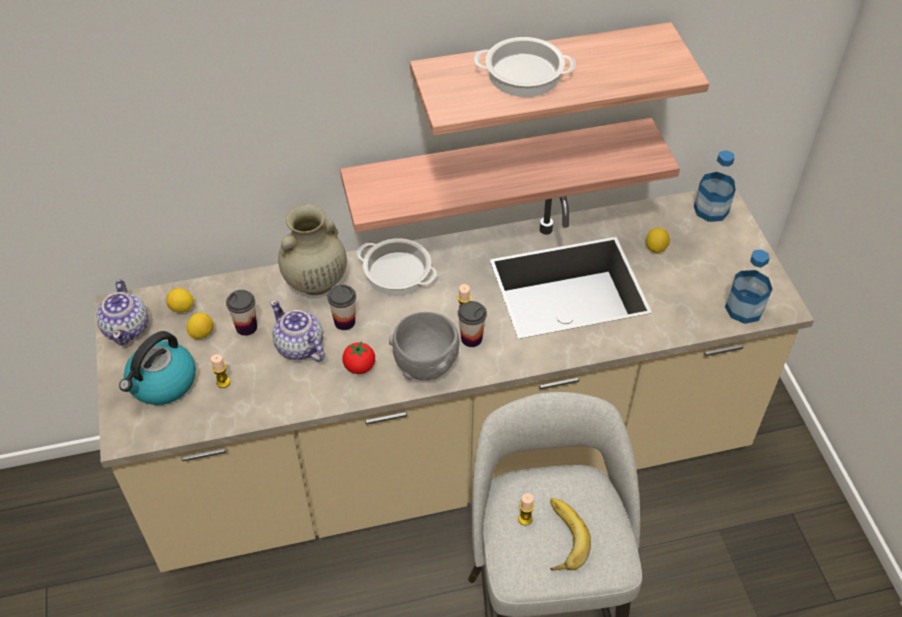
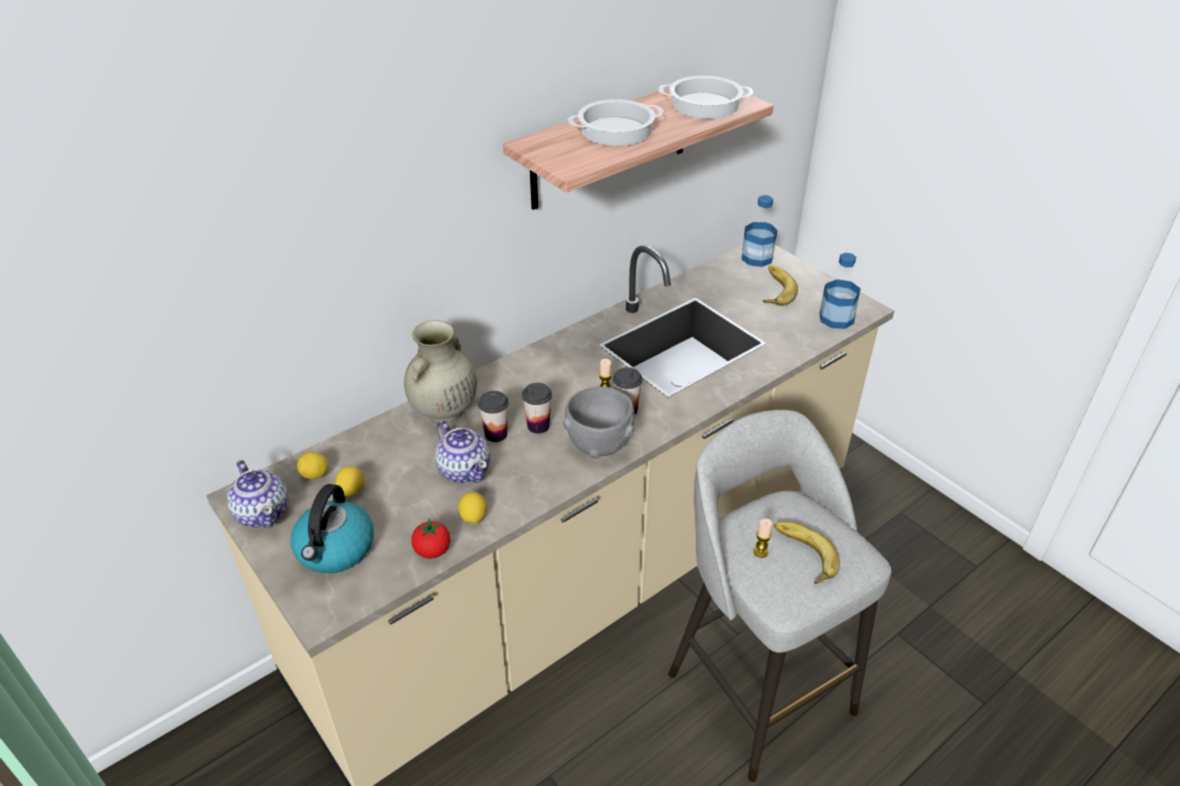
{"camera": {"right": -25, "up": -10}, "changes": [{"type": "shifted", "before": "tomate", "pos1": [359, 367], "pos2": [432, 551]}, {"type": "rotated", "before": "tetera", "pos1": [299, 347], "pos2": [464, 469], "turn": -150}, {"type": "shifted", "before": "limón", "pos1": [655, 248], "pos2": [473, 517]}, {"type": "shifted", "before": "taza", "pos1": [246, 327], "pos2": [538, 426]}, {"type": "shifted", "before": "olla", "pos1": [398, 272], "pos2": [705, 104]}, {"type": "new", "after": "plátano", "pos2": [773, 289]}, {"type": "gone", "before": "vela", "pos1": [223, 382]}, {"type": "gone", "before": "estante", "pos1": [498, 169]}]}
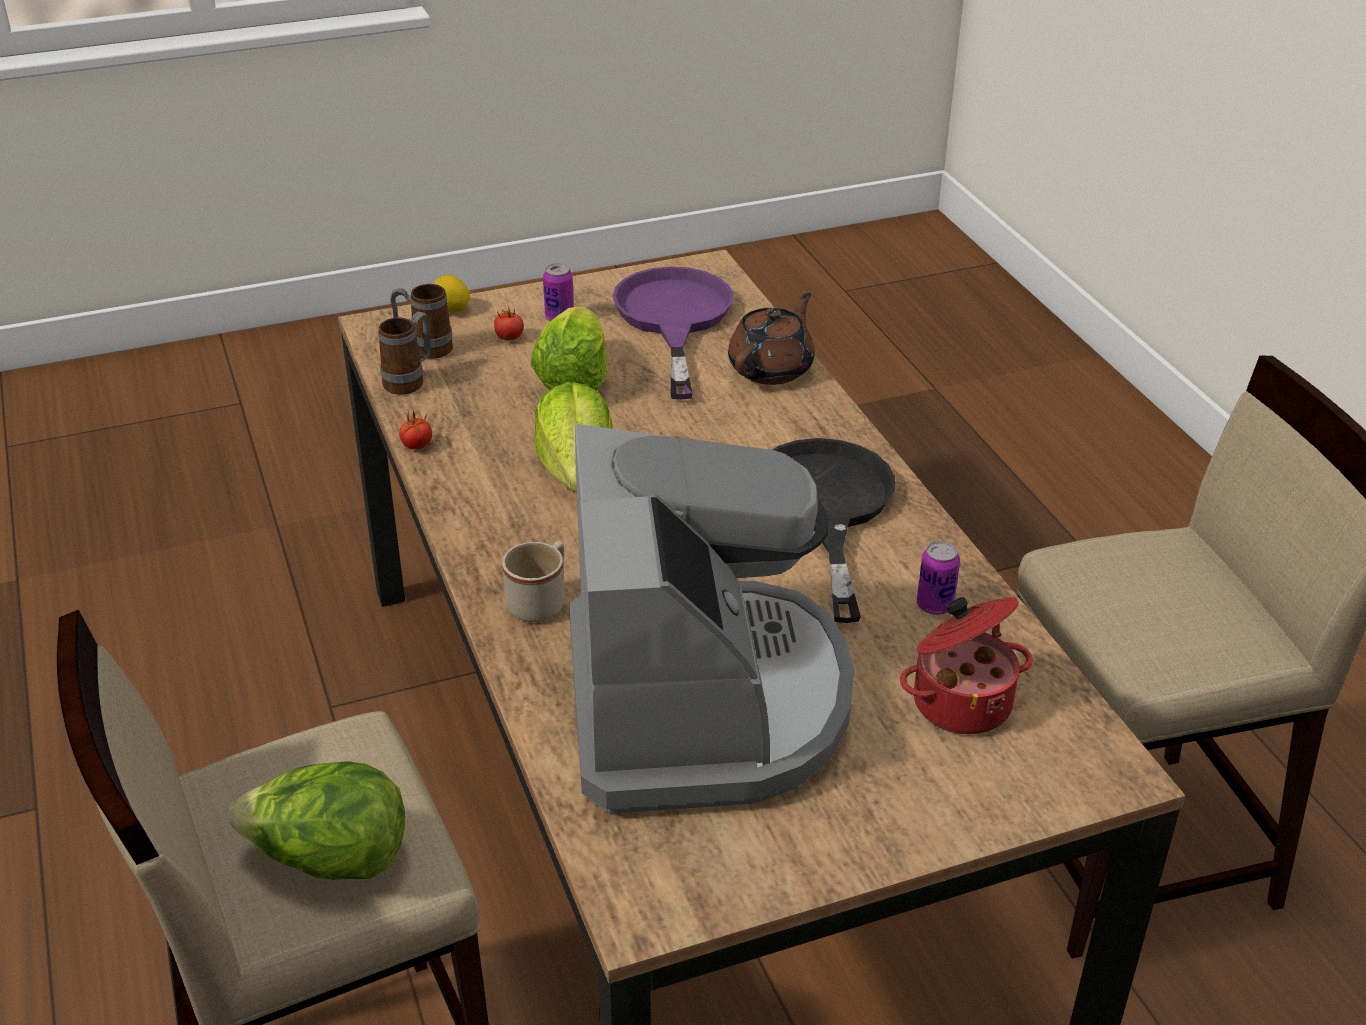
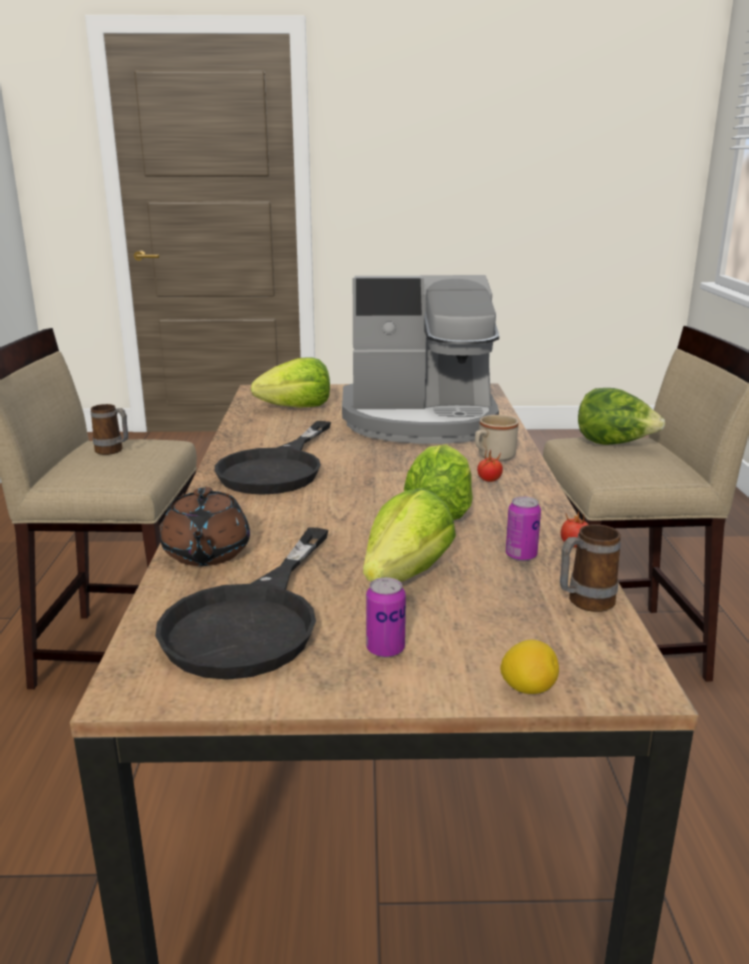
{"camera": {"right": -160, "up": -15}, "changes": [{"type": "shifted", "before": "taza grande", "pos1": [424, 348], "pos2": [113, 451]}, {"type": "repainted", "before": "sartén (morado)", "after": "sartén (negro)", "pos1": [673, 320], "pos2": [252, 620]}, {"type": "rotated", "before": "tetera (marrón)", "pos1": [772, 368], "pos2": [206, 554], "turn": -60}, {"type": "swapped", "before": "olla", "after": "lechuga", "pos1": [960, 701], "pos2": [296, 408]}, {"type": "rotated", "before": "cafetera", "pos1": [703, 702], "pos2": [420, 420], "turn": -105}, {"type": "shifted", "before": "tomate", "pos1": [509, 337], "pos2": [489, 480]}, {"type": "shifted", "before": "lata", "pos1": [934, 605], "pos2": [521, 556]}]}
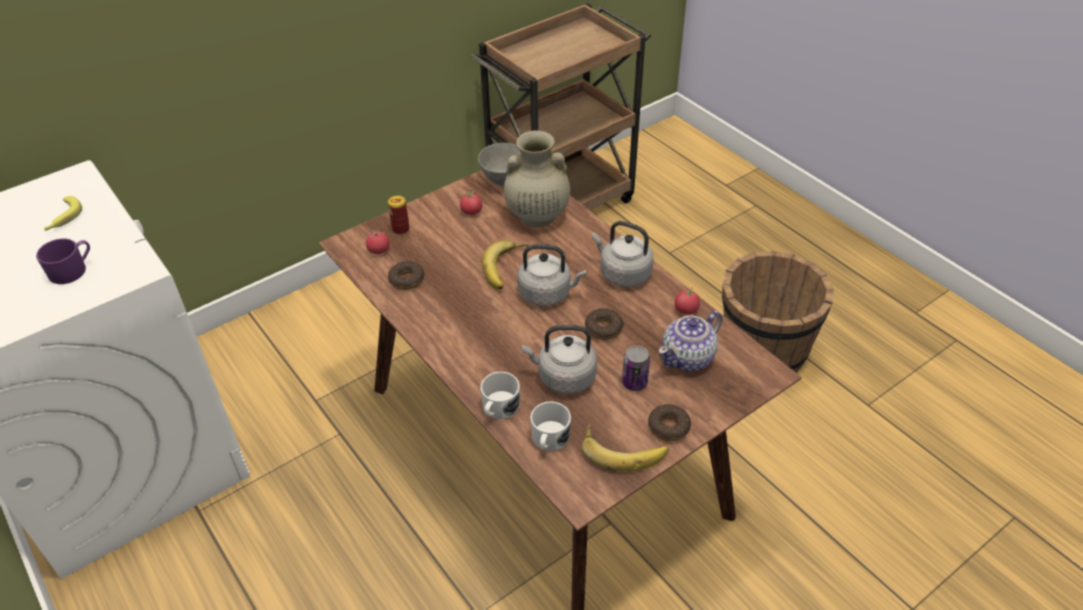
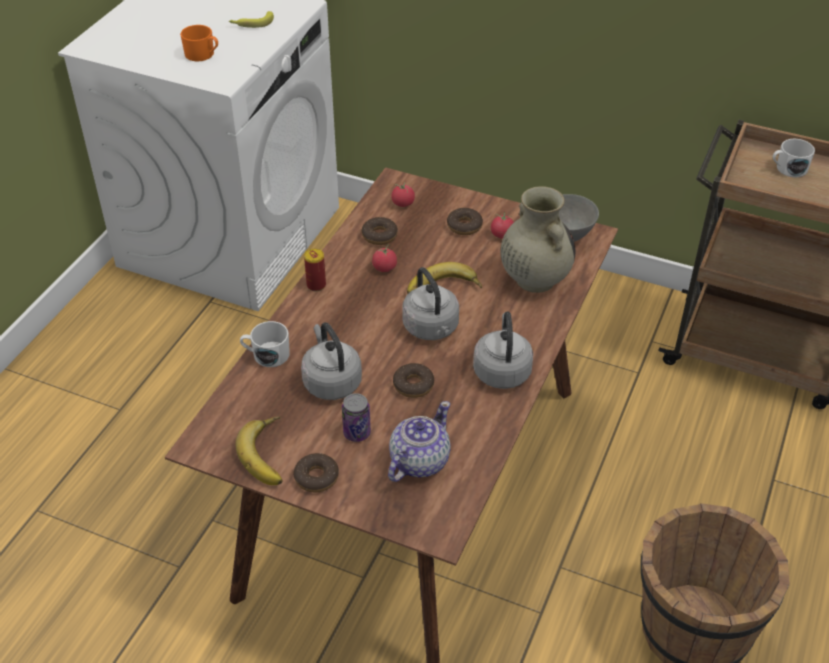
{"camera": {"right": 60, "up": 0}, "changes": [{"type": "repainted", "before": "taza grande (morado)", "after": "taza grande (naranja)", "pos1": [72, 270], "pos2": [203, 54]}, {"type": "shifted", "before": "lata", "pos1": [401, 229], "pos2": [316, 285]}, {"type": "shifted", "before": "tomate", "pos1": [686, 309], "pos2": [384, 268]}, {"type": "rotated", "before": "tetera", "pos1": [688, 357], "pos2": [418, 461], "turn": 105}, {"type": "new", "after": "rosquilla", "pos2": [464, 226]}, {"type": "shifted", "before": "taza grande (blanco)", "pos1": [549, 440], "pos2": [788, 169]}]}
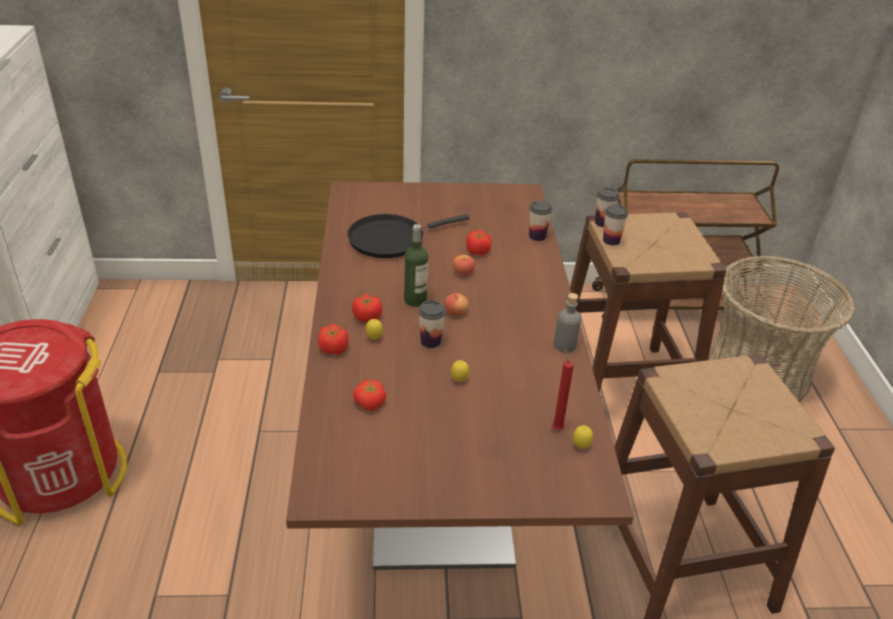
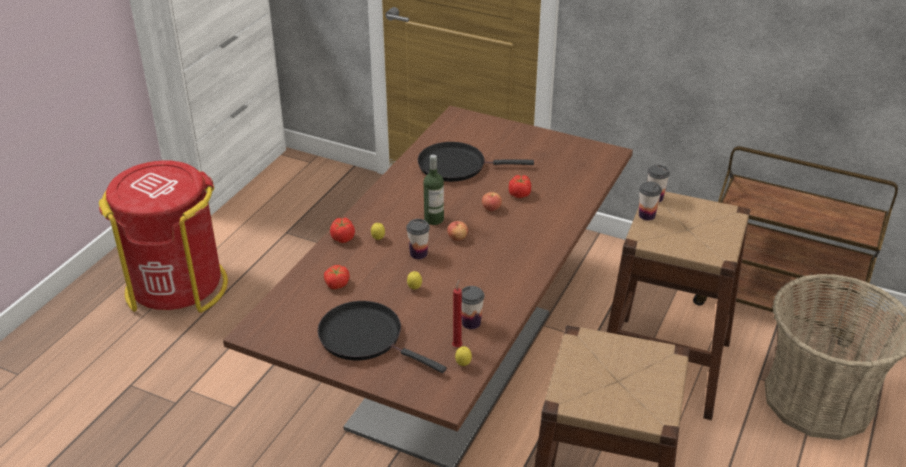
{"camera": {"right": 30, "up": 0}, "changes": [{"type": "new", "after": "sartén (negro)", "pos2": [365, 337]}, {"type": "shifted", "before": "taza", "pos1": [537, 236], "pos2": [471, 323]}, {"type": "gone", "before": "tomate", "pos1": [367, 317]}, {"type": "gone", "before": "botella (gris)", "pos1": [564, 345]}]}
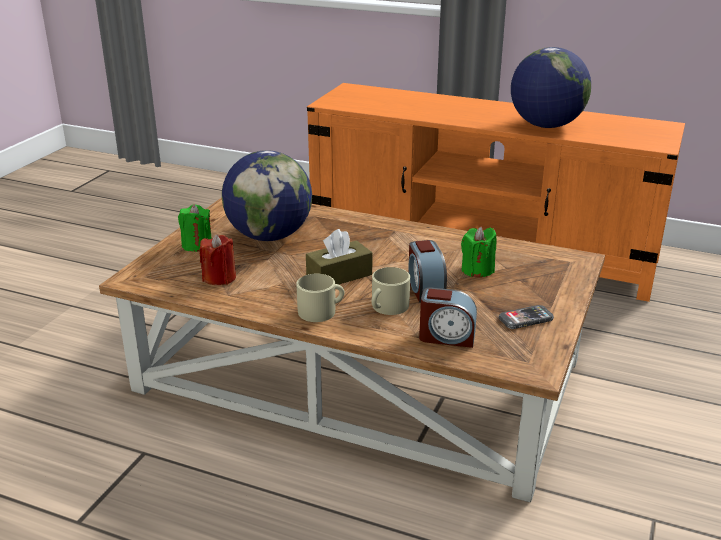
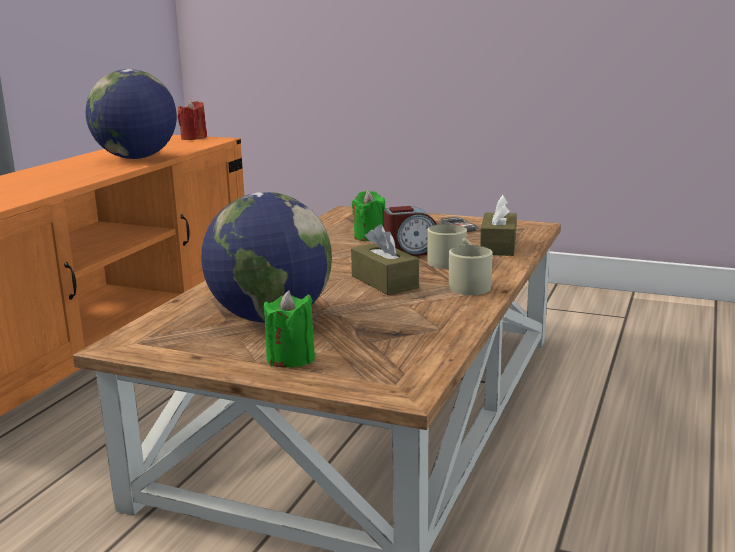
{"camera": {"right": -90, "up": -10}, "changes": [{"type": "shifted", "before": "vela (rojo)", "pos1": [219, 278], "pos2": [194, 138]}, {"type": "swapped", "before": "despertador", "after": "caja de pañuelos (marrón)", "pos1": [447, 337], "pos2": [498, 246]}]}
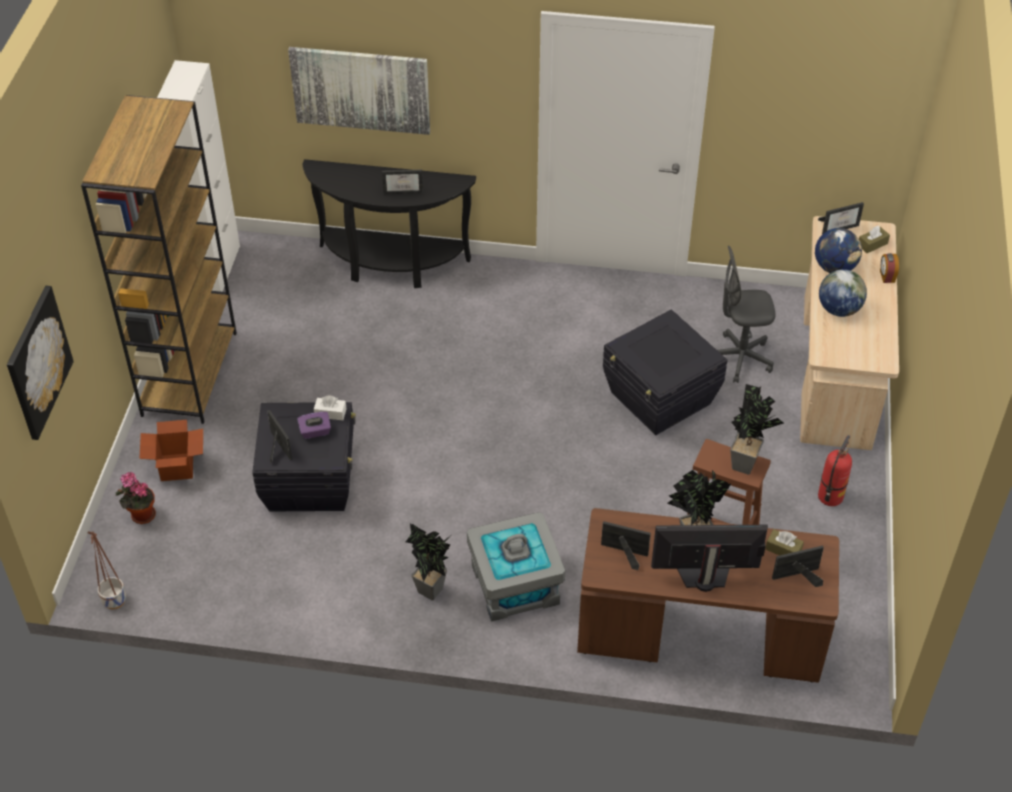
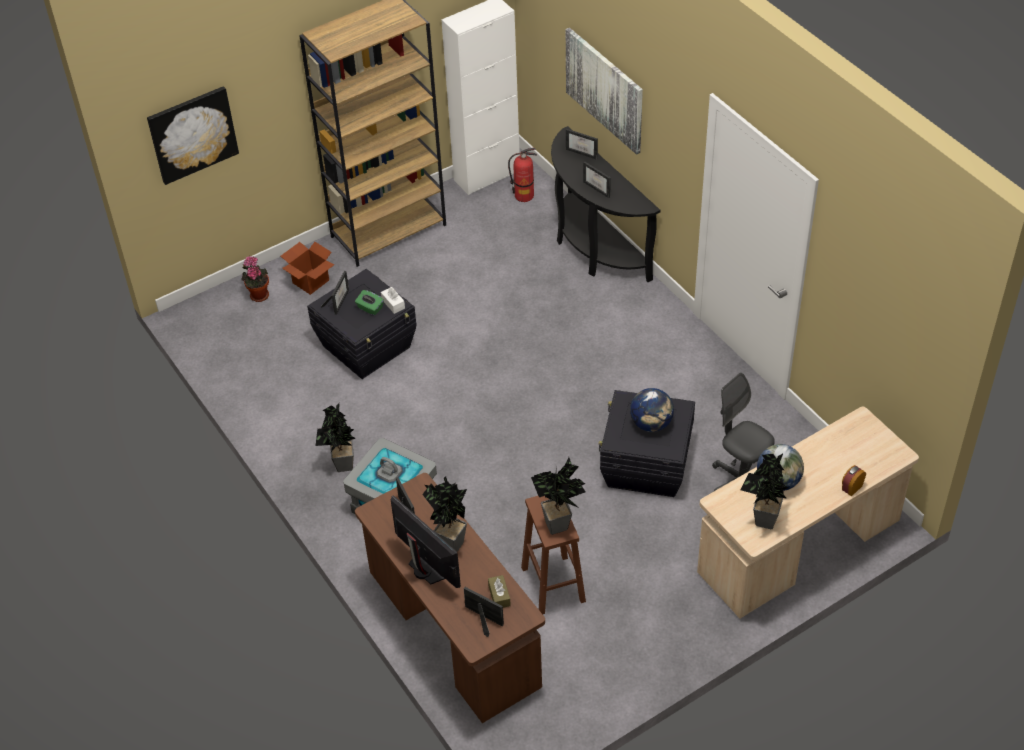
{"camera": {"right": 50, "up": 0}, "changes": [{"type": "repainted", "before": "caja de pañuelos (morado)", "after": "caja de pañuelos (verde)", "pos1": [315, 432], "pos2": [370, 308]}, {"type": "shifted", "before": "extintor", "pos1": [830, 496], "pos2": [524, 196]}, {"type": "shifted", "before": "portarretratos", "pos1": [839, 227], "pos2": [583, 152]}, {"type": "shifted", "before": "globo terráqueo", "pos1": [835, 268], "pos2": [651, 424]}, {"type": "new", "after": "planta en maceta", "pos2": [762, 523]}, {"type": "gone", "before": "maceta", "pos1": [115, 600]}, {"type": "gone", "before": "caja de pañuelos (marrón)", "pos1": [872, 244]}]}
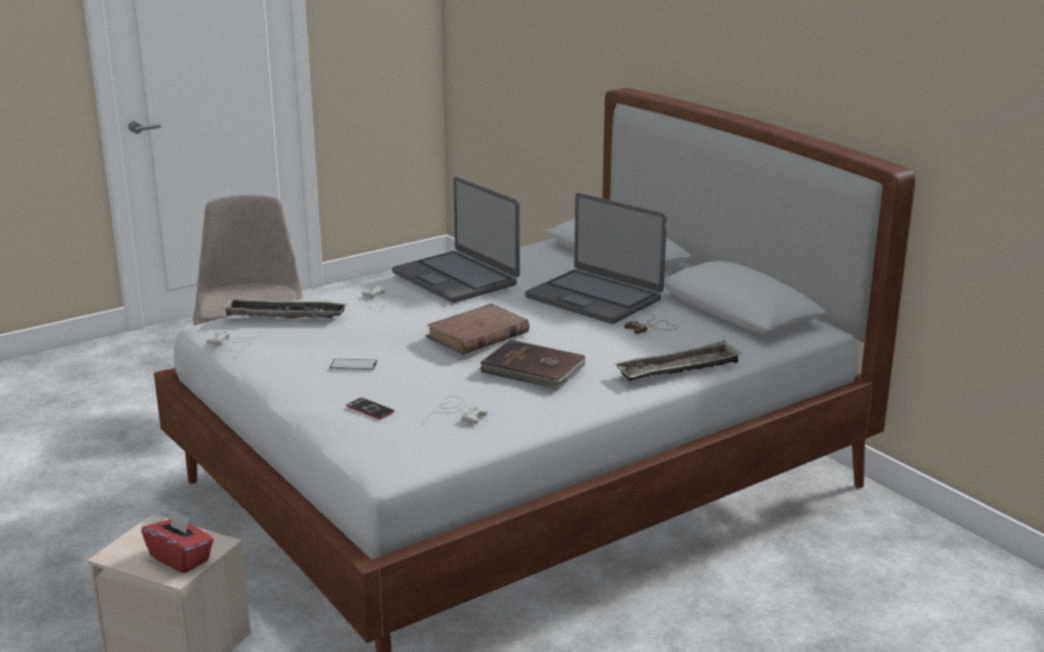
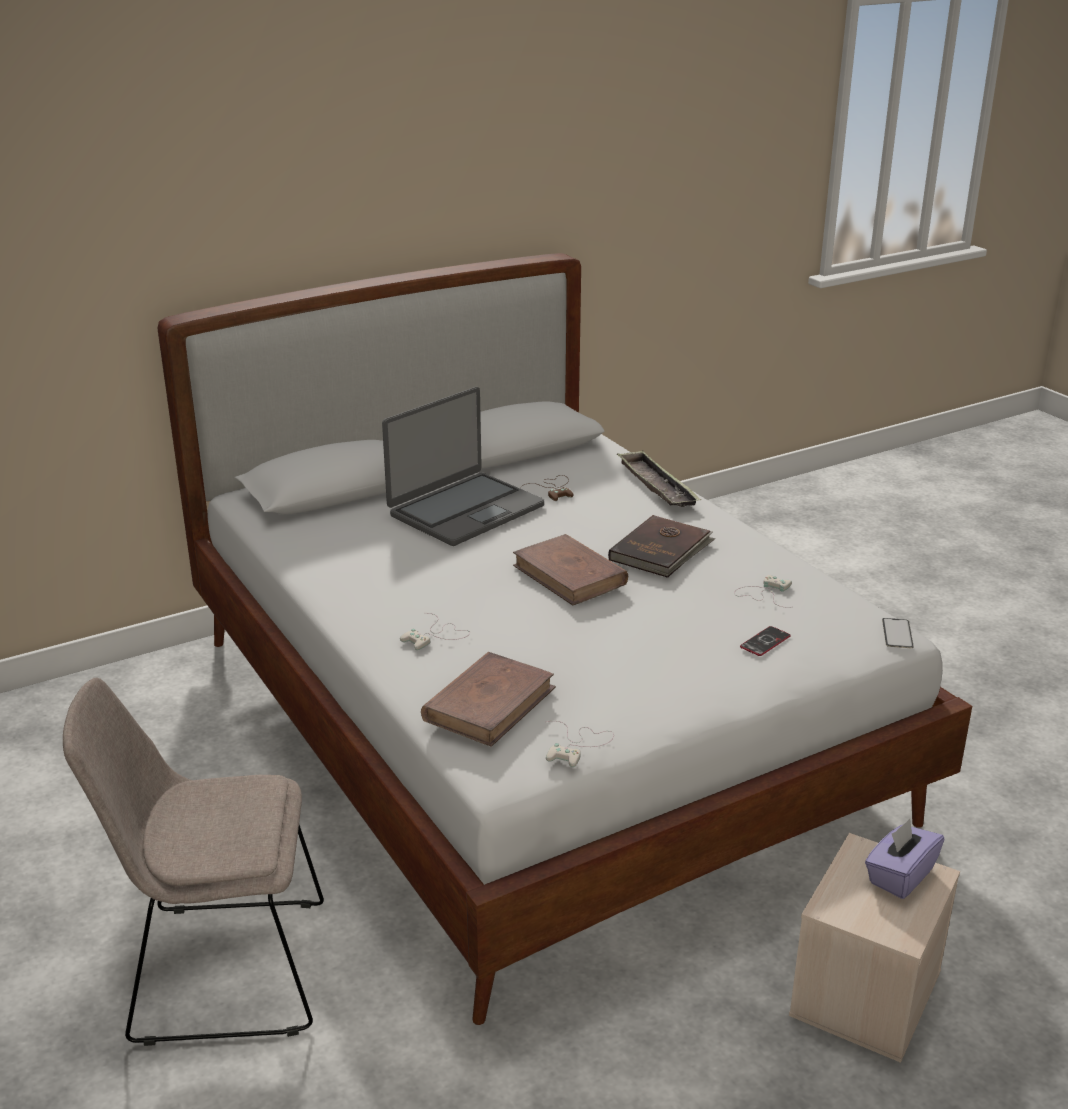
{"camera": {"right": -85, "up": 5}, "changes": [{"type": "swapped", "before": "bandeja", "after": "libro (marrón)", "pos1": [284, 315], "pos2": [489, 704]}, {"type": "repainted", "before": "caja de pañuelos (rojo)", "after": "caja de pañuelos (morado)", "pos1": [180, 558], "pos2": [900, 876]}, {"type": "shifted", "before": "móvil", "pos1": [353, 365], "pos2": [897, 633]}, {"type": "gone", "before": "portátil", "pos1": [456, 278]}]}
